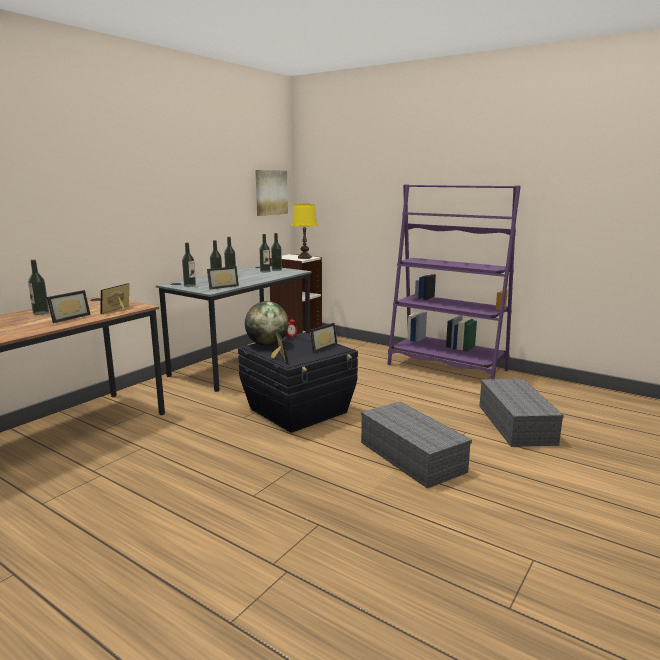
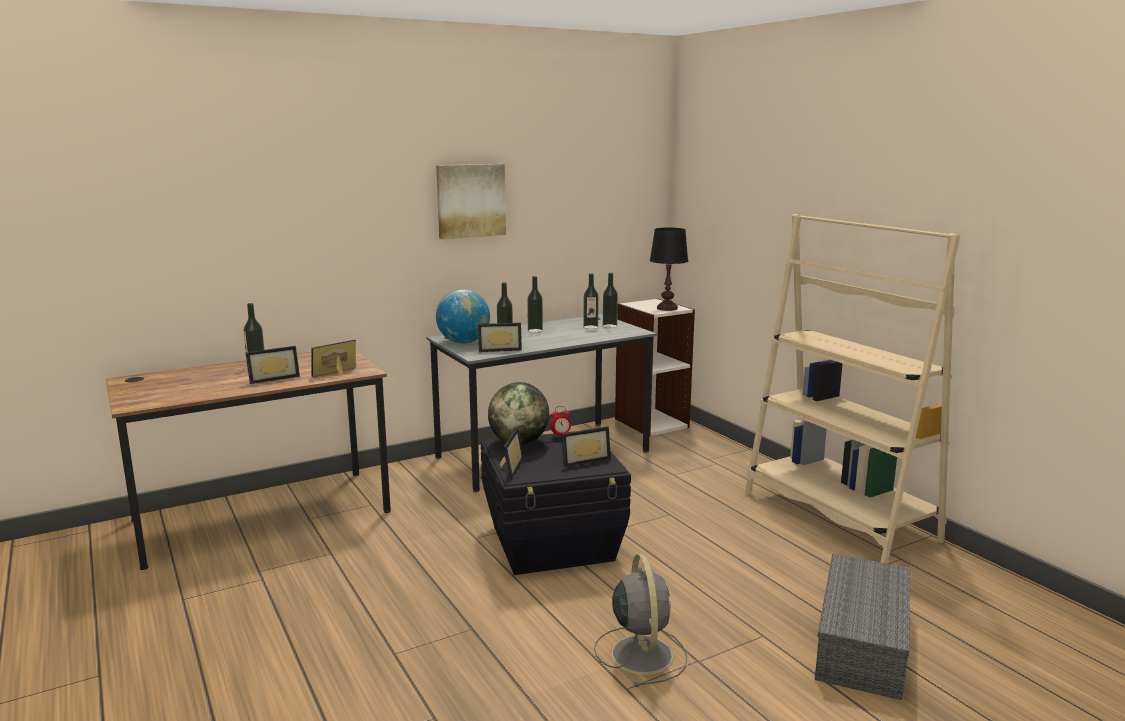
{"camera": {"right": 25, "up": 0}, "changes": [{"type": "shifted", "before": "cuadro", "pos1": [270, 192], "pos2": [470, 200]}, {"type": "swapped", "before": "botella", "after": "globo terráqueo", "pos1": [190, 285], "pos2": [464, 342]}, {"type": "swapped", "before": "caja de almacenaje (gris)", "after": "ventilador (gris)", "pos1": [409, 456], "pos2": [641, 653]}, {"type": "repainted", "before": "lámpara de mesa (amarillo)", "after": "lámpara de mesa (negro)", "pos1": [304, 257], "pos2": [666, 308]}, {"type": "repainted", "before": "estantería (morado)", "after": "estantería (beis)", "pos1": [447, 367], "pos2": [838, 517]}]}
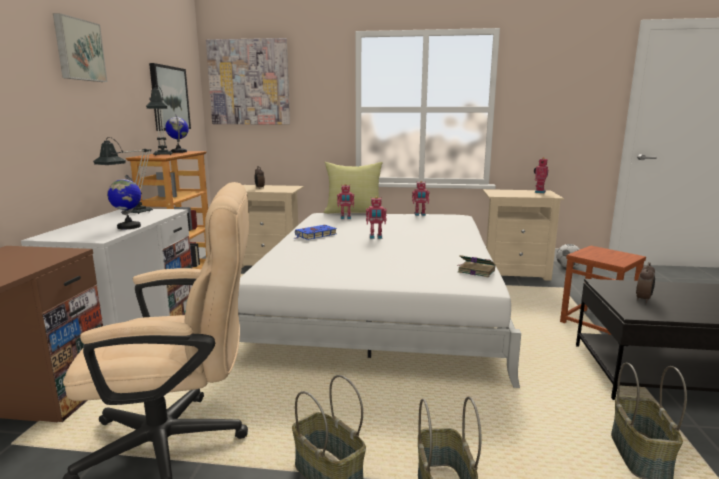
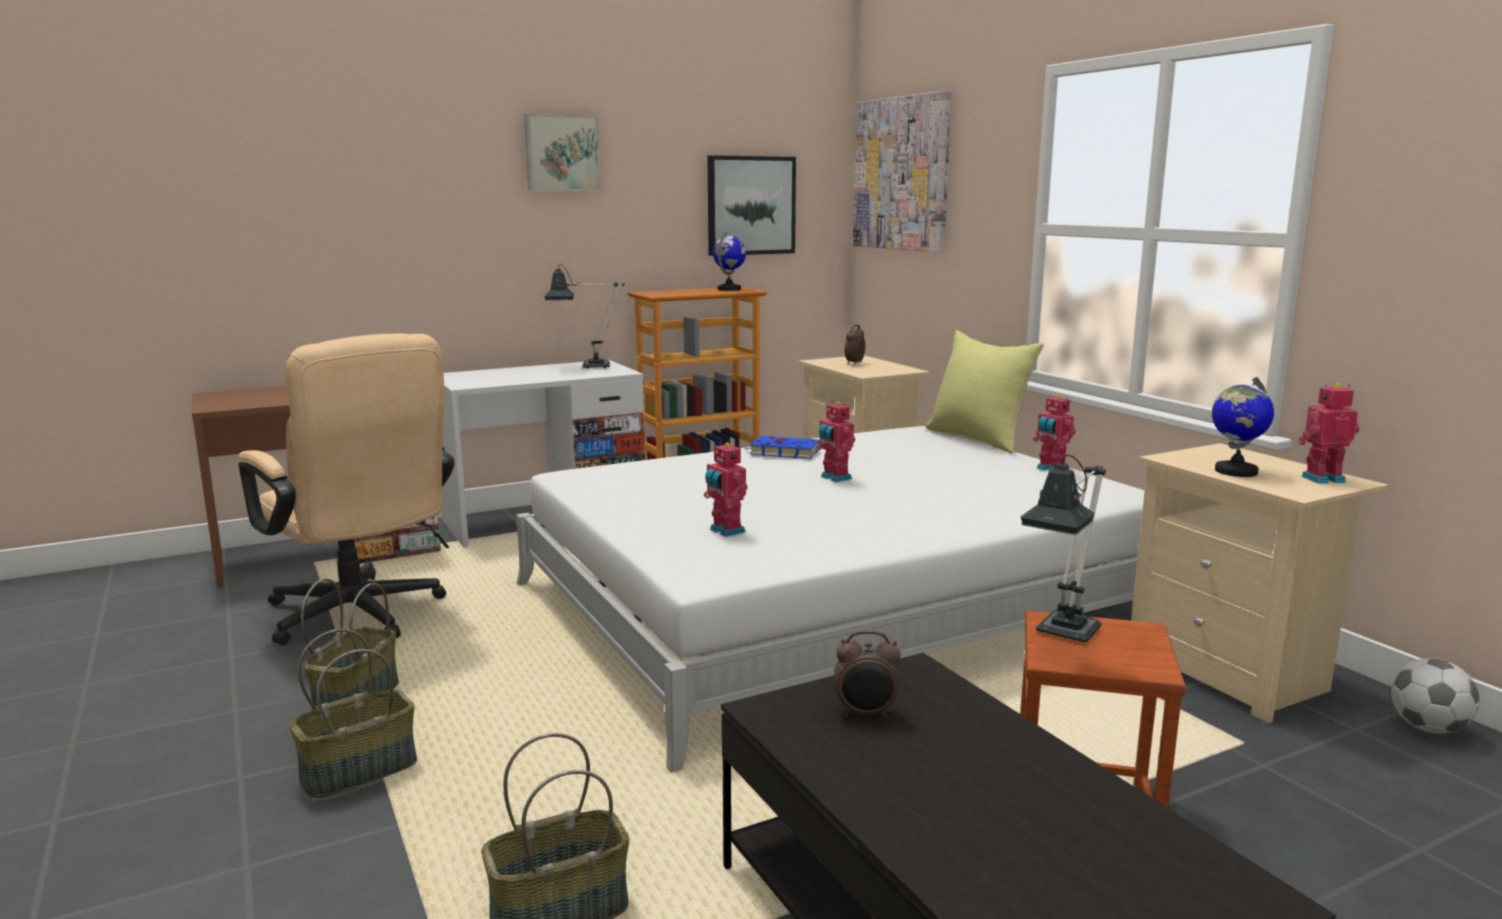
{"camera": {"right": 55, "up": 0}, "changes": [{"type": "shifted", "before": "robot de juguete", "pos1": [345, 218], "pos2": [725, 531]}, {"type": "shifted", "before": "lámpara de mesa", "pos1": [163, 155], "pos2": [1063, 636]}, {"type": "shifted", "before": "globo terráqueo", "pos1": [128, 227], "pos2": [1235, 471]}, {"type": "gone", "before": "libro", "pos1": [475, 271]}]}
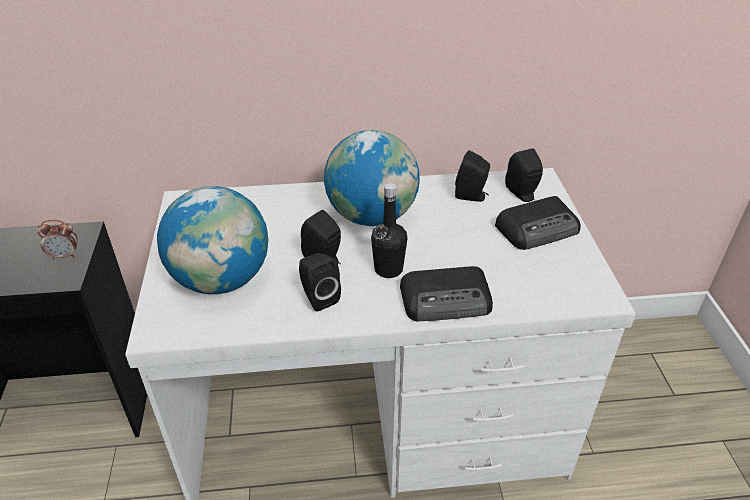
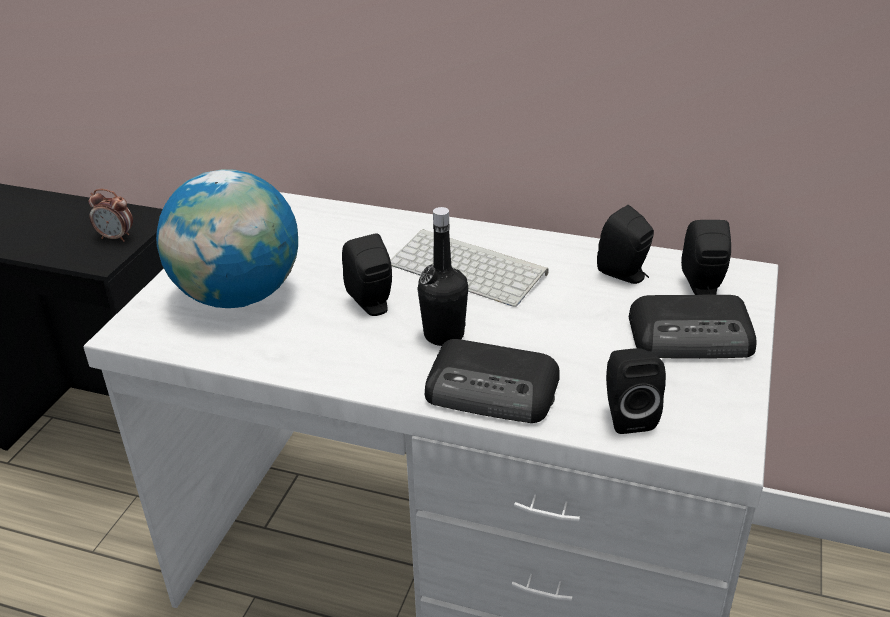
{"camera": {"right": 25, "up": -5}, "changes": [{"type": "swapped", "before": "globo terráqueo", "after": "teclado", "pos1": [372, 216], "pos2": [470, 268]}, {"type": "shifted", "before": "altavoz (negro)", "pos1": [318, 297], "pos2": [627, 415]}]}
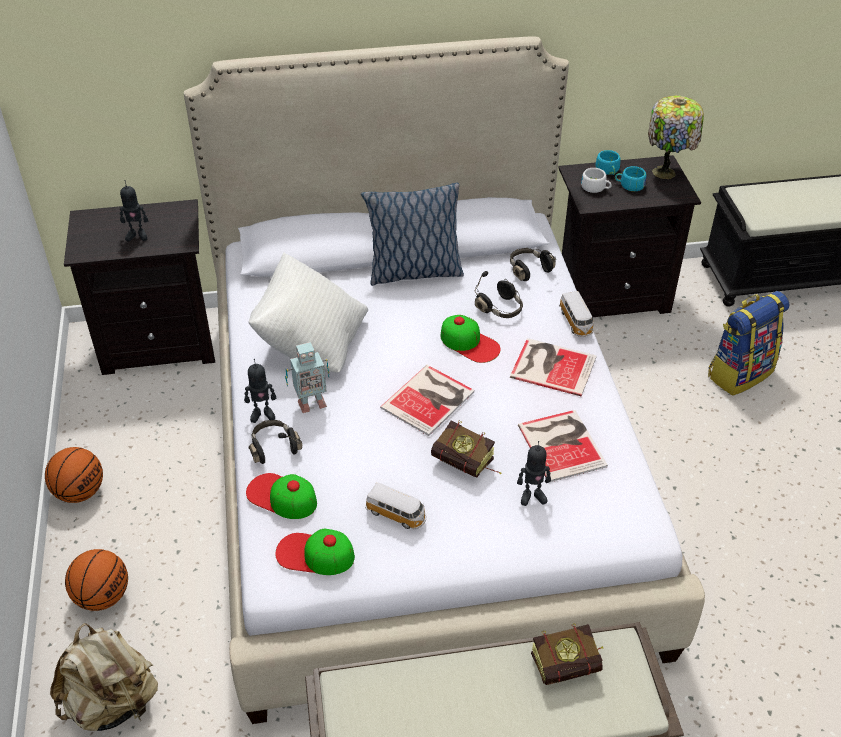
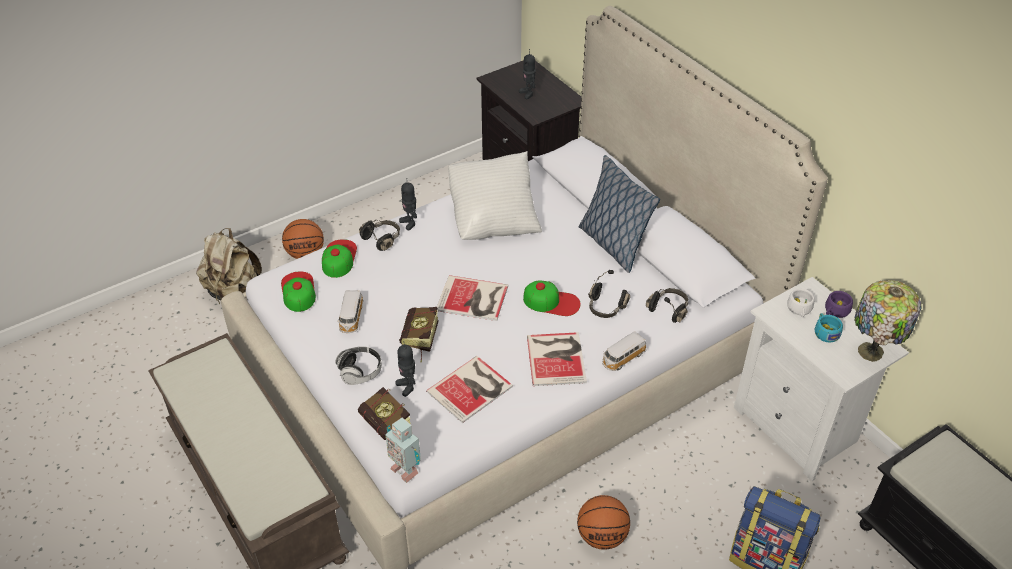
{"camera": {"right": 65, "up": 0}, "changes": [{"type": "new", "after": "auriculares", "pos2": [360, 371]}, {"type": "shifted", "before": "libro", "pos1": [571, 665], "pos2": [389, 428]}, {"type": "shifted", "before": "robot de juguete", "pos1": [310, 403], "pos2": [405, 469]}, {"type": "rotated", "before": "gorra", "pos1": [469, 343], "pos2": [551, 302], "turn": -90}, {"type": "shifted", "before": "balón de baloncesto", "pos1": [80, 492], "pos2": [602, 536]}, {"type": "repainted", "before": "mesita de noche (negro)", "after": "mesita de noche (blanco)", "pos1": [610, 295], "pos2": [799, 427]}, {"type": "repainted", "before": "taza (turquesa)", "after": "taza (morado)", "pos1": [608, 171], "pos2": [835, 311]}]}
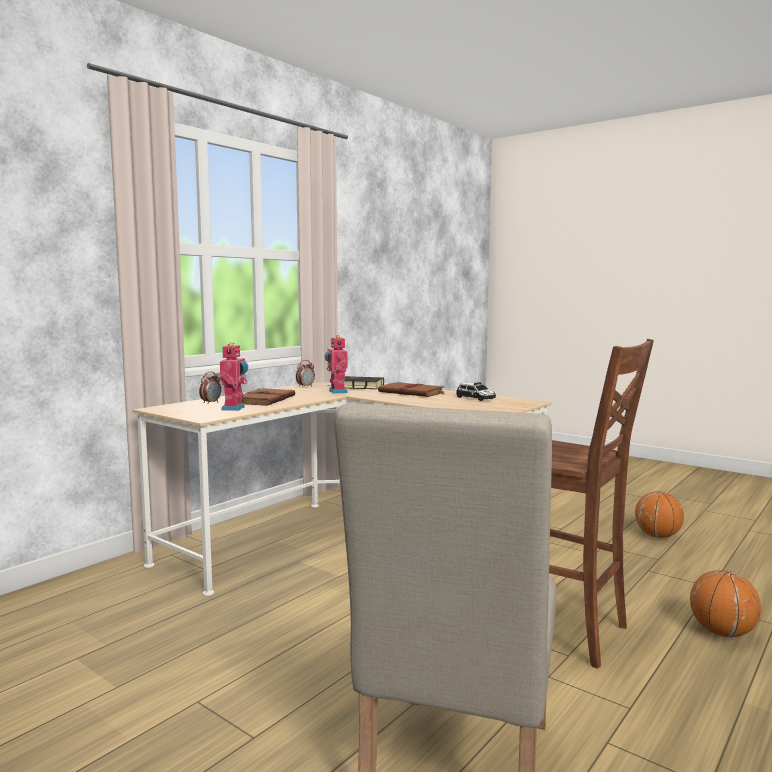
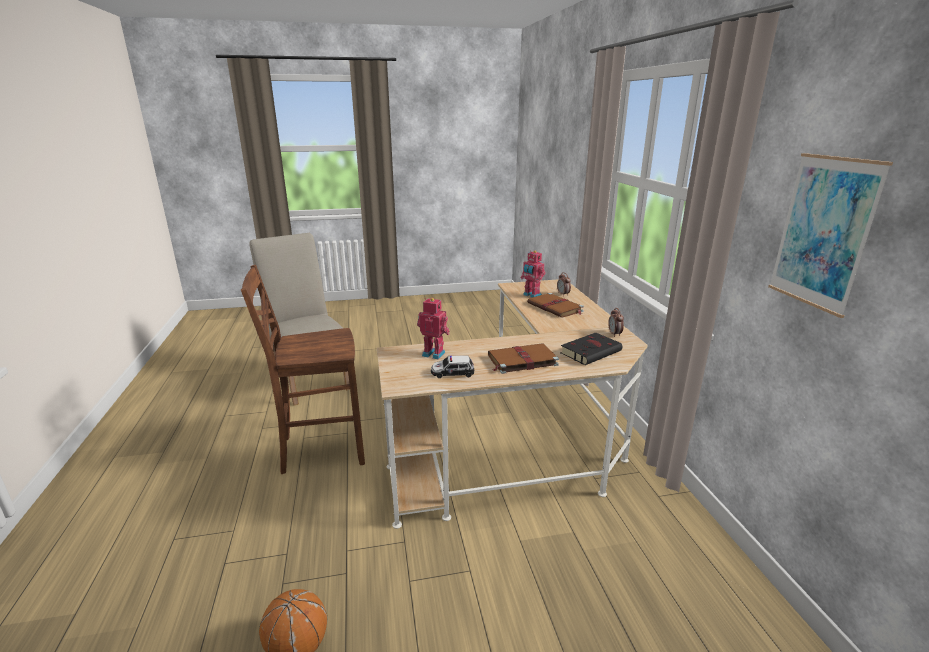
{"camera": {"right": 130, "up": 15}, "changes": [{"type": "shifted", "before": "robot de juguete", "pos1": [336, 392], "pos2": [434, 353]}, {"type": "new", "after": "cuadro", "pos2": [823, 233]}, {"type": "gone", "before": "balón de baloncesto", "pos1": [722, 633]}]}
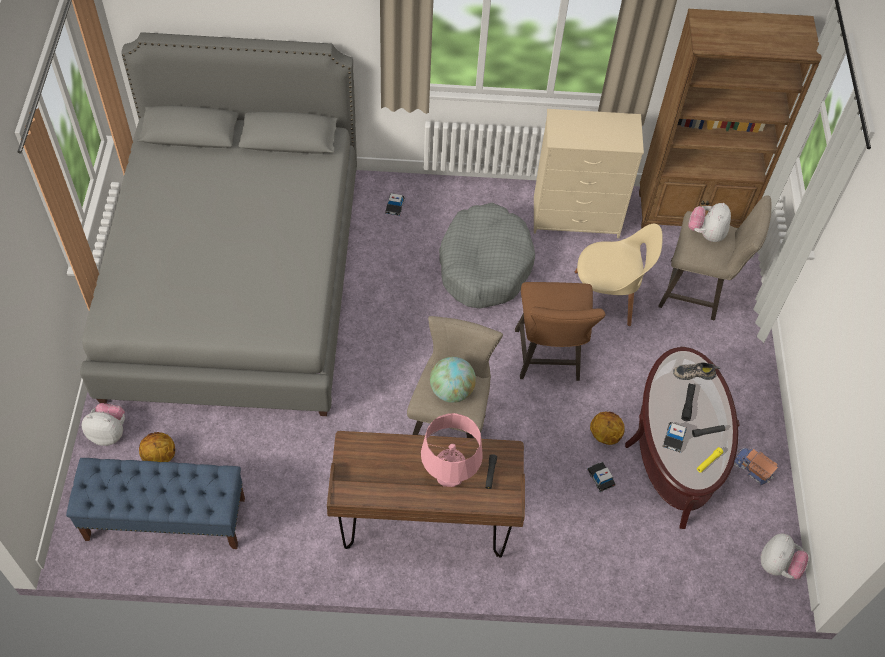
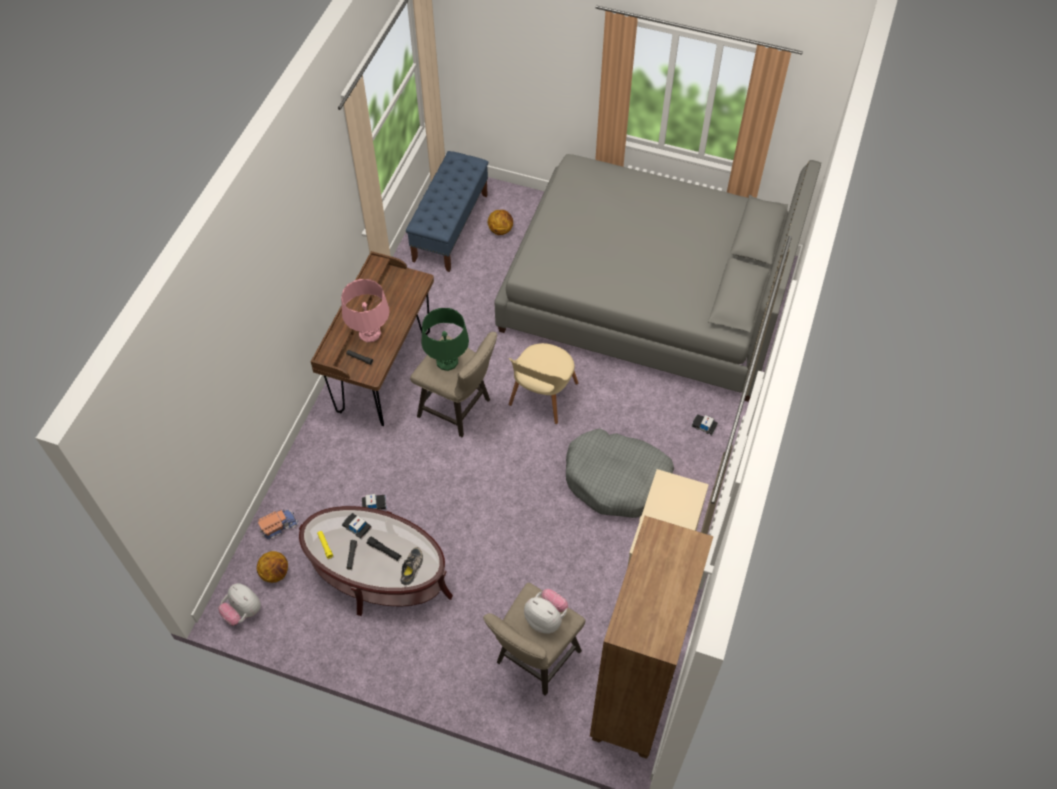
{"camera": {"right": 110, "up": 0}, "changes": [{"type": "shifted", "before": "balón de baloncesto", "pos1": [604, 435], "pos2": [275, 573]}, {"type": "shifted", "before": "camión de juguete", "pos1": [752, 468], "pos2": [278, 526]}, {"type": "swapped", "before": "globo terráqueo", "after": "lámpara de mesa (verde)", "pos1": [451, 391], "pos2": [447, 361]}, {"type": "shifted", "before": "silla (beis)", "pos1": [606, 298], "pos2": [542, 396]}, {"type": "gone", "before": "peluche", "pos1": [109, 432]}, {"type": "gone", "before": "taburete (marrón)", "pos1": [548, 360]}]}
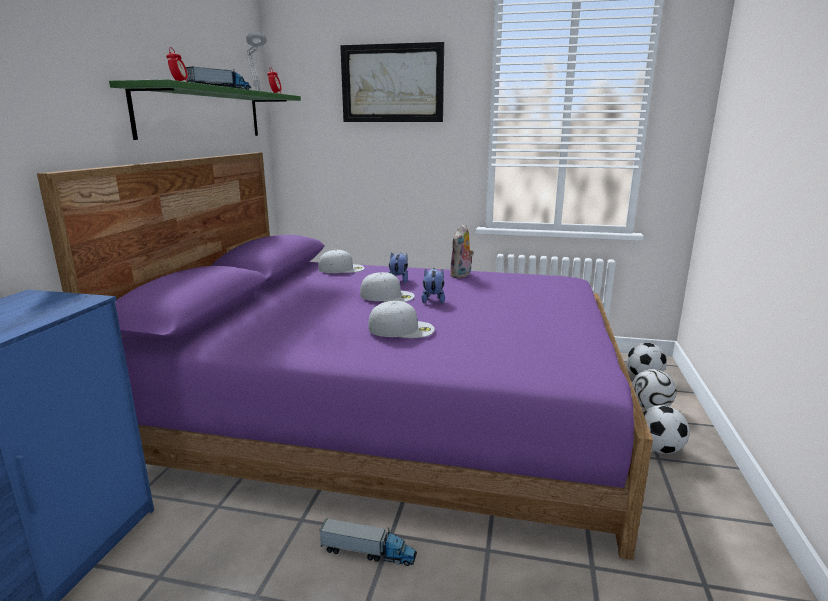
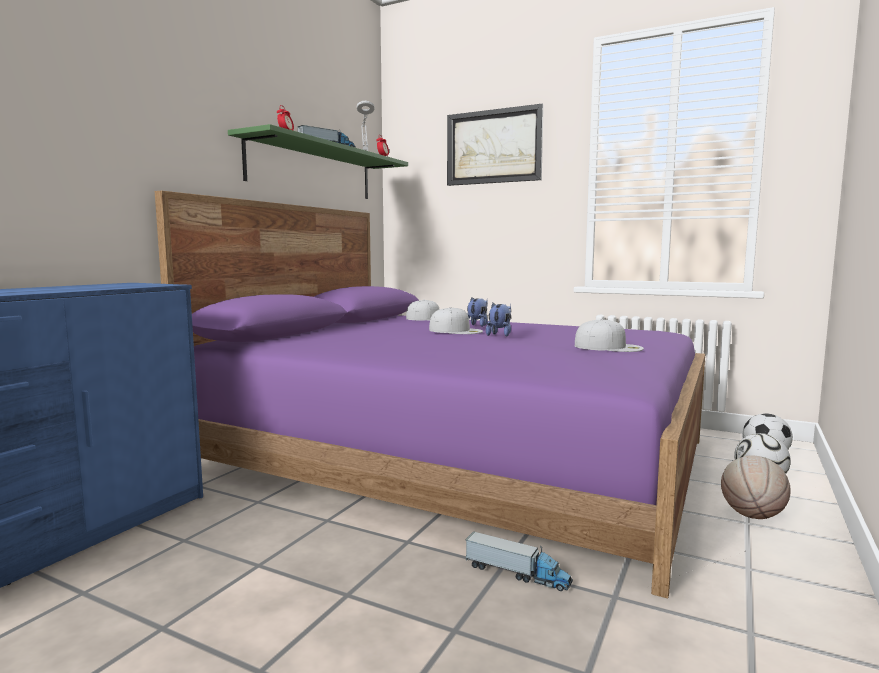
{"camera": {"right": 15, "up": -10}, "changes": [{"type": "shifted", "before": "camión de juguete", "pos1": [368, 552], "pos2": [517, 574]}, {"type": "shifted", "before": "gorra (blanco)", "pos1": [402, 329], "pos2": [609, 347]}, {"type": "swapped", "before": "balón de fútbol", "after": "balón de baloncesto", "pos1": [659, 449], "pos2": [752, 515]}, {"type": "gone", "before": "peluche", "pos1": [461, 275]}]}
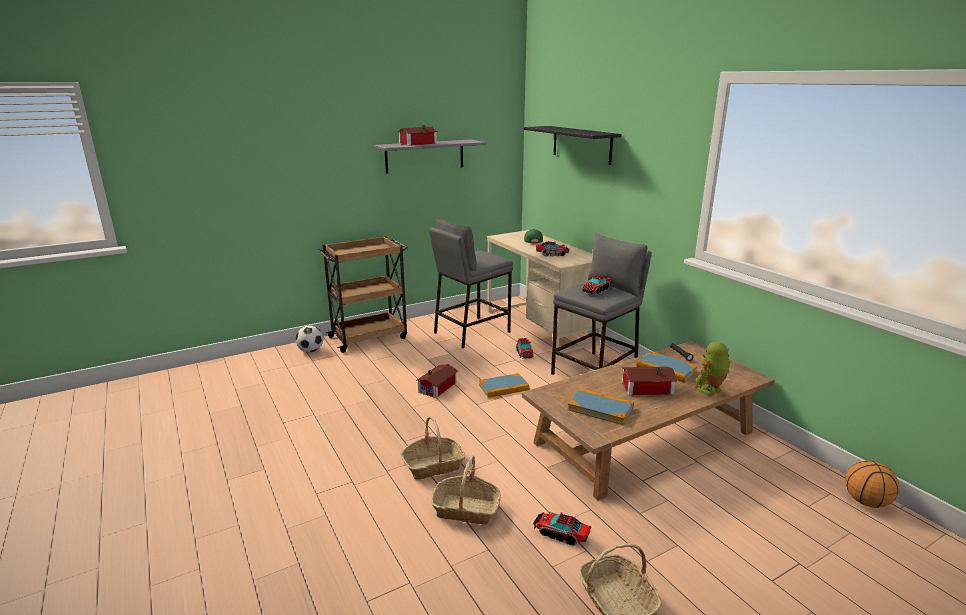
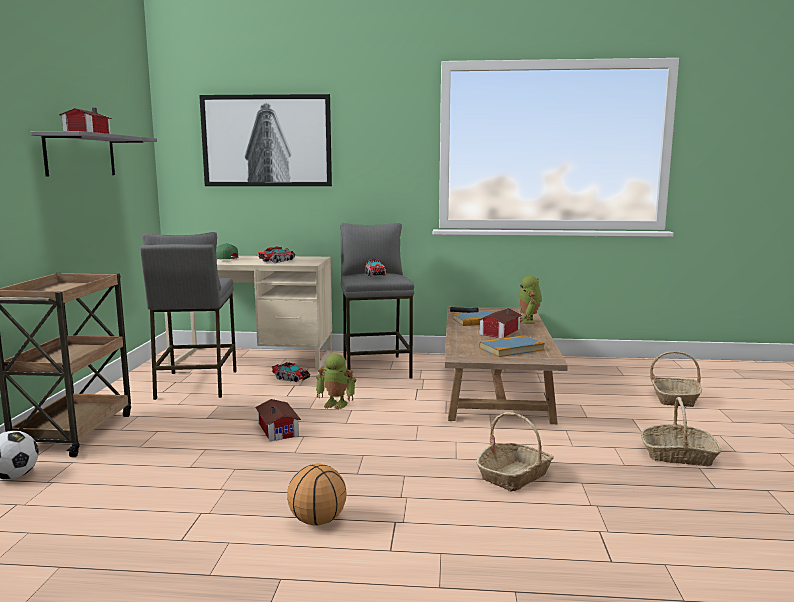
{"camera": {"right": -55, "up": -10}, "changes": [{"type": "swapped", "before": "estante (negro)", "after": "cuadro", "pos1": [581, 144], "pos2": [267, 141]}, {"type": "shifted", "before": "balón de baloncesto", "pos1": [866, 501], "pos2": [317, 520]}, {"type": "swapped", "before": "libro", "after": "robot de juguete", "pos1": [504, 387], "pos2": [336, 404]}, {"type": "shifted", "before": "cesta", "pos1": [433, 465], "pos2": [674, 398]}, {"type": "gone", "before": "camión de juguete", "pos1": [561, 534]}]}
